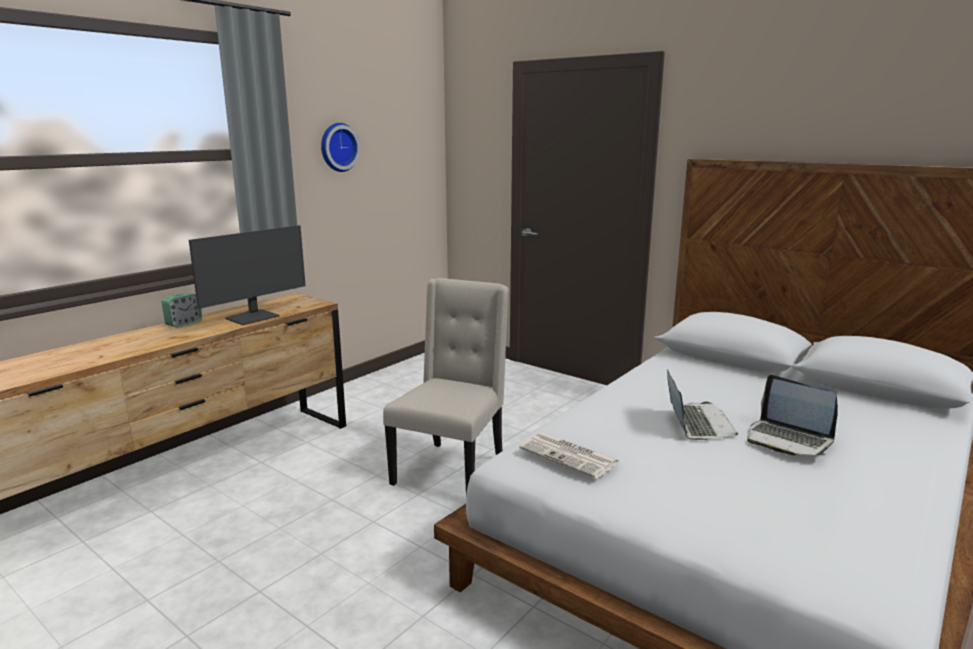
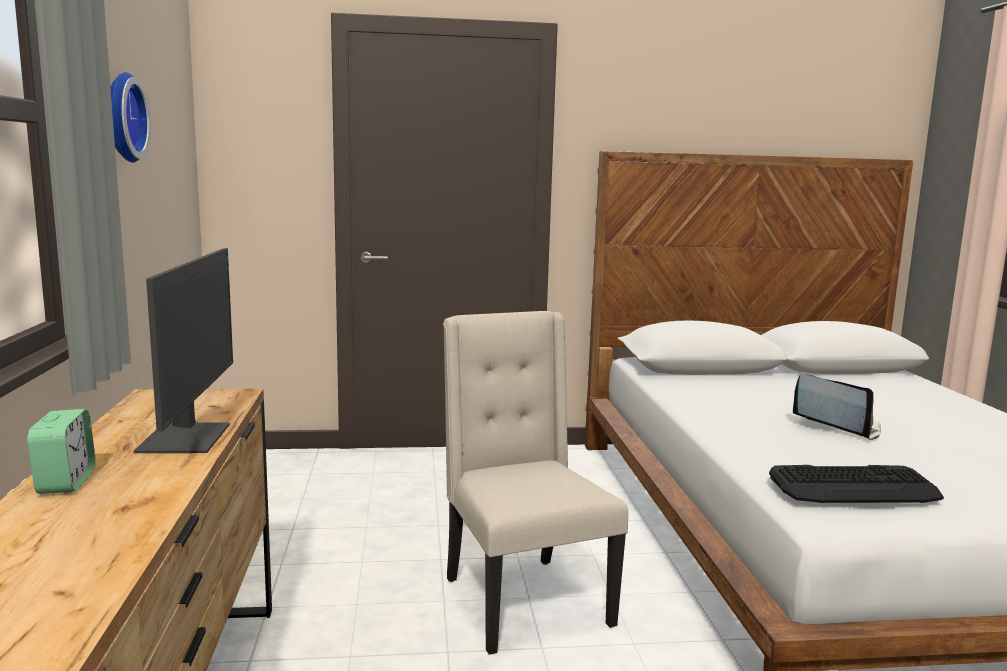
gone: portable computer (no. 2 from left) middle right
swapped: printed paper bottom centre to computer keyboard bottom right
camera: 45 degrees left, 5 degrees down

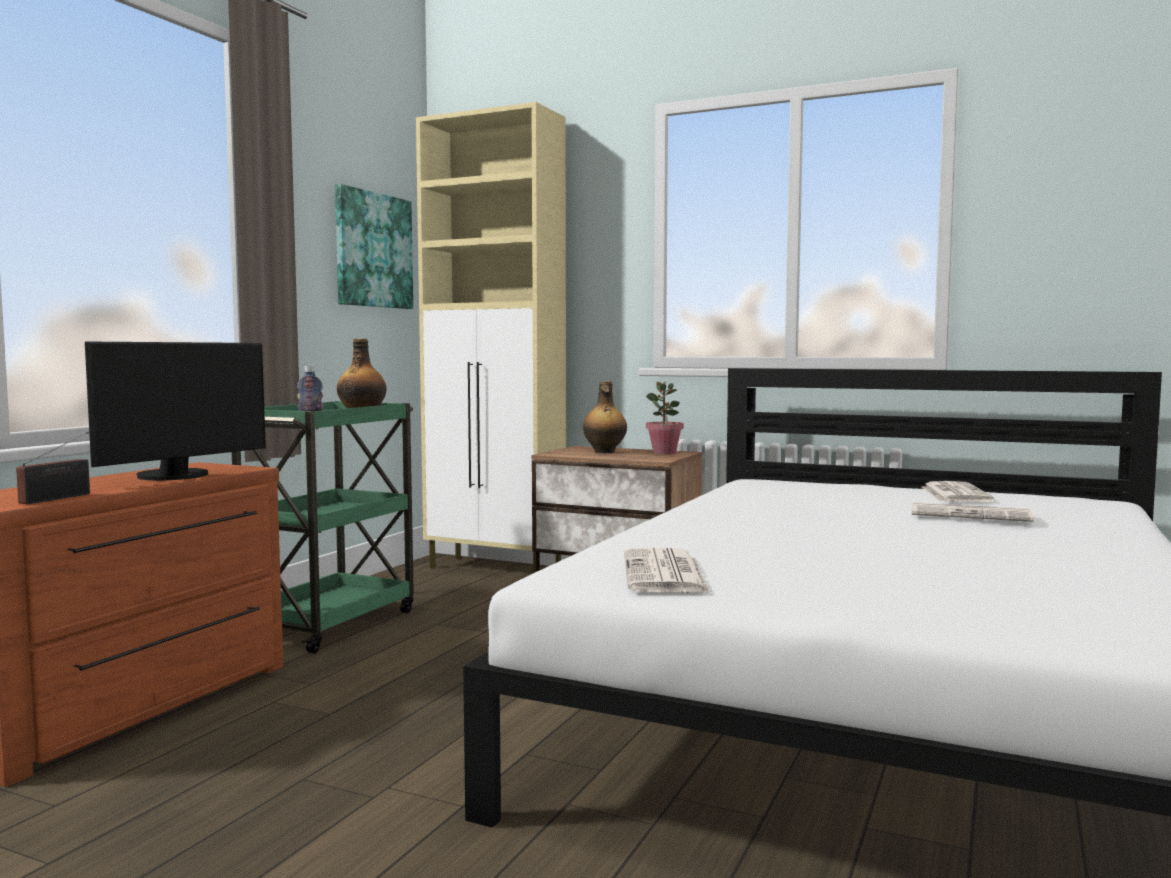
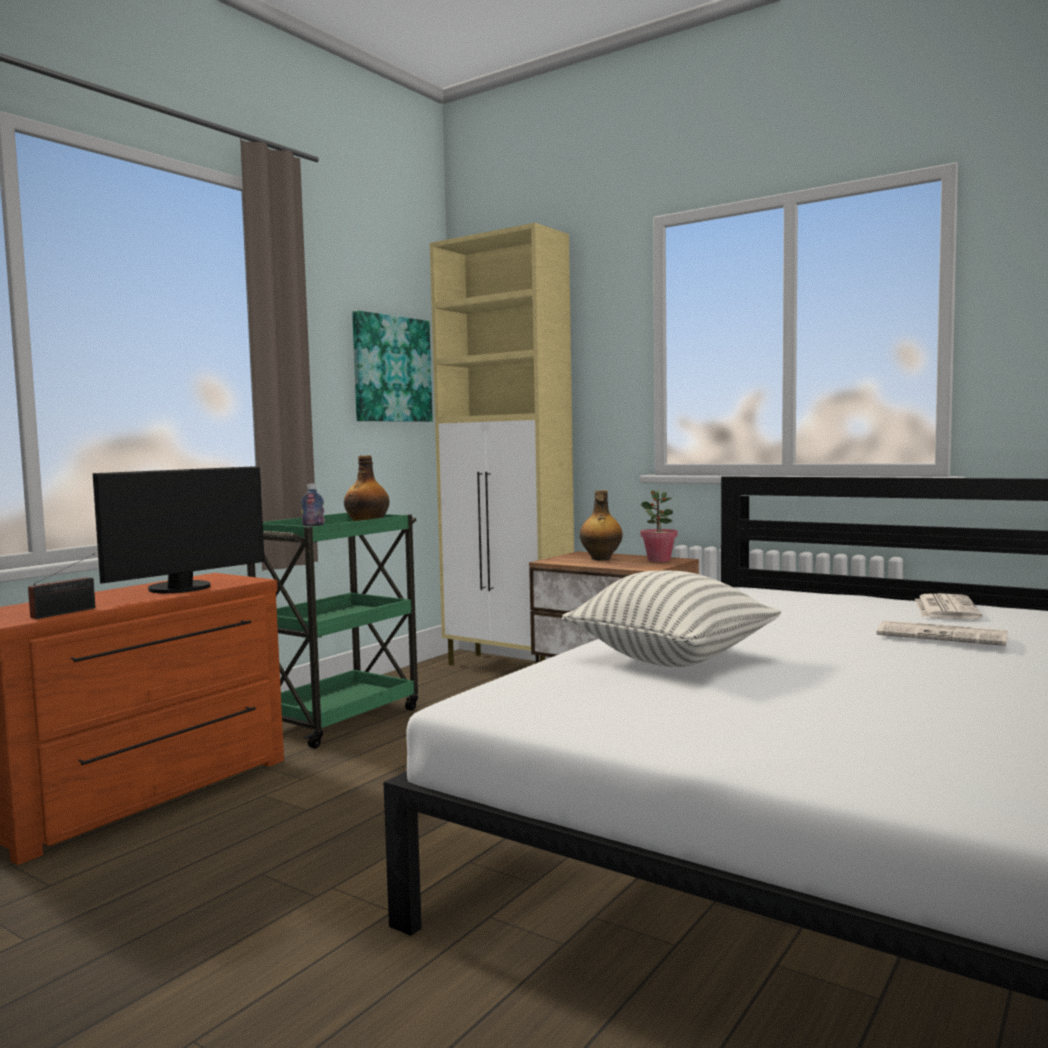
gone: printed paper (no. 1 from left) centre
new: cushion centre
camera: 10 degrees right, 0 degrees up

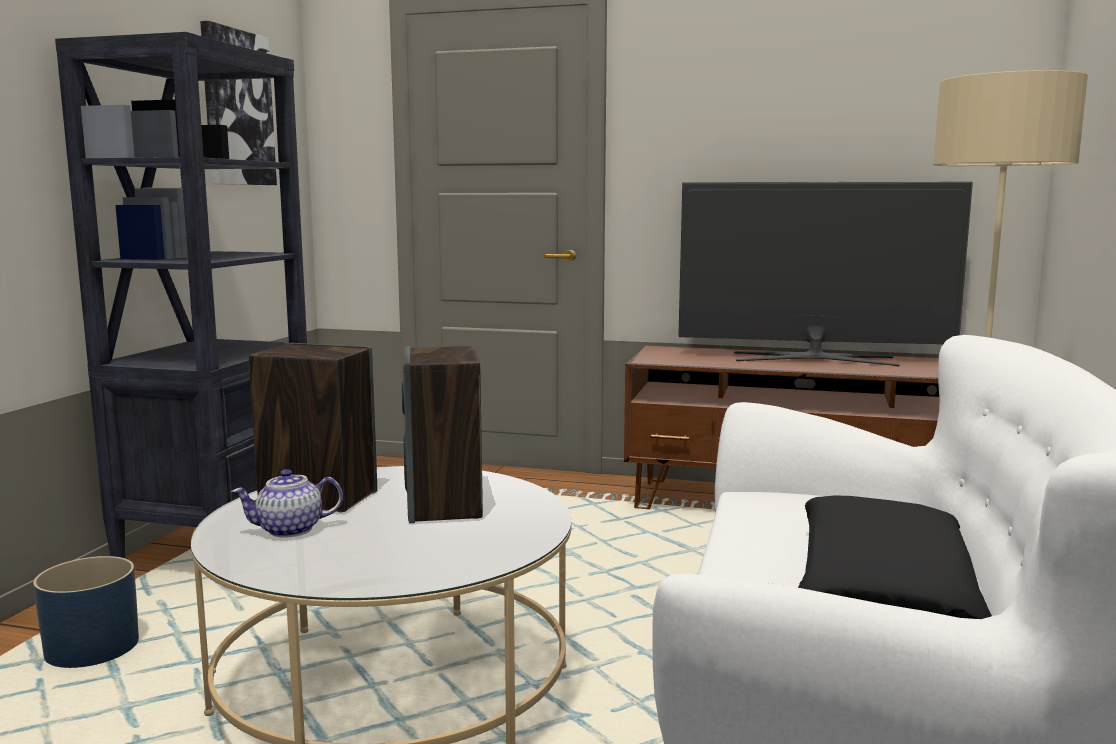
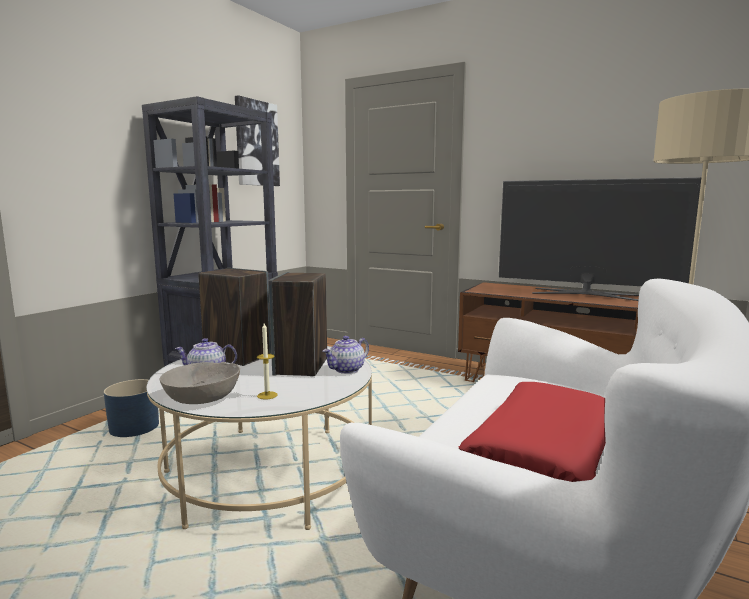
new: gray deep dish middle left; wax light centre; teapot (no. 2 from left) centre
repainted: blackish cushion bottom right to red cushion bottom right
camera: 15 degrees right, 0 degrees up

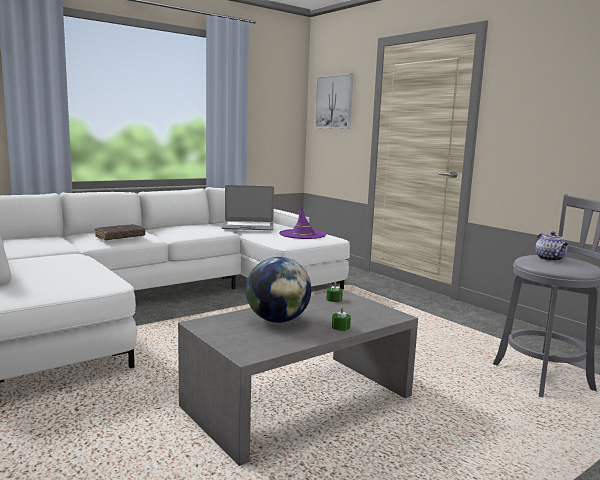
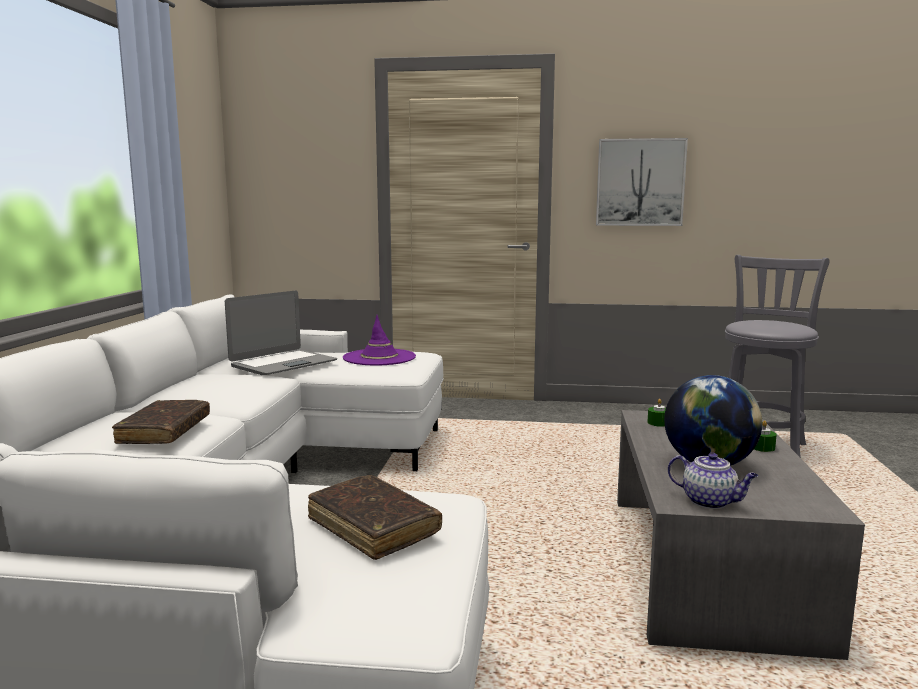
new: brown volume (no. 2 from left) bottom centre
shifted: wall picture top centre to top right; teapot middle right to bottom right
camera: 45 degrees left, 0 degrees up

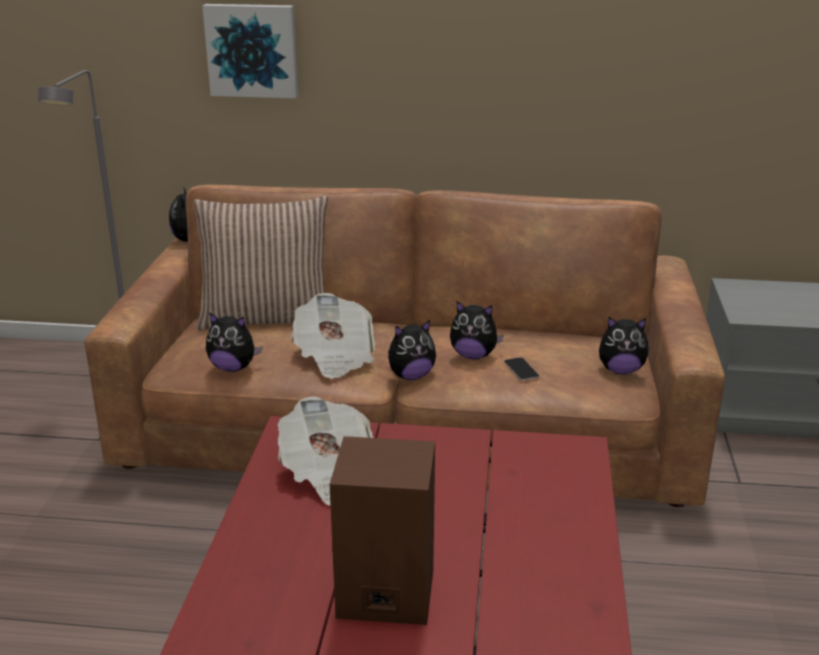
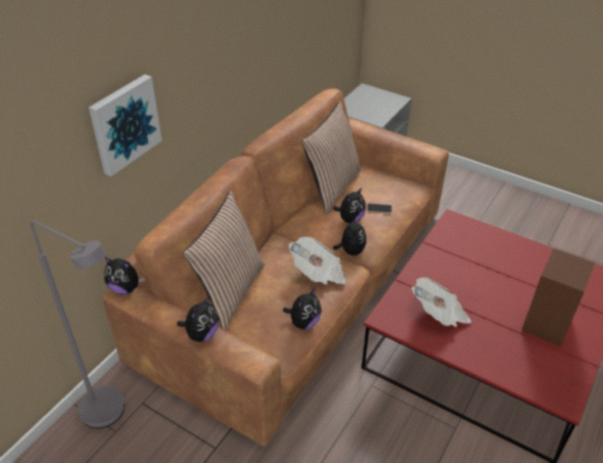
new: cushion (no. 2 from left) centre
shifted: plush toy (no. 5 from left in the first image) middle right to plush toy (no. 2 from left) bottom left
camera: 65 degrees left, 15 degrees up

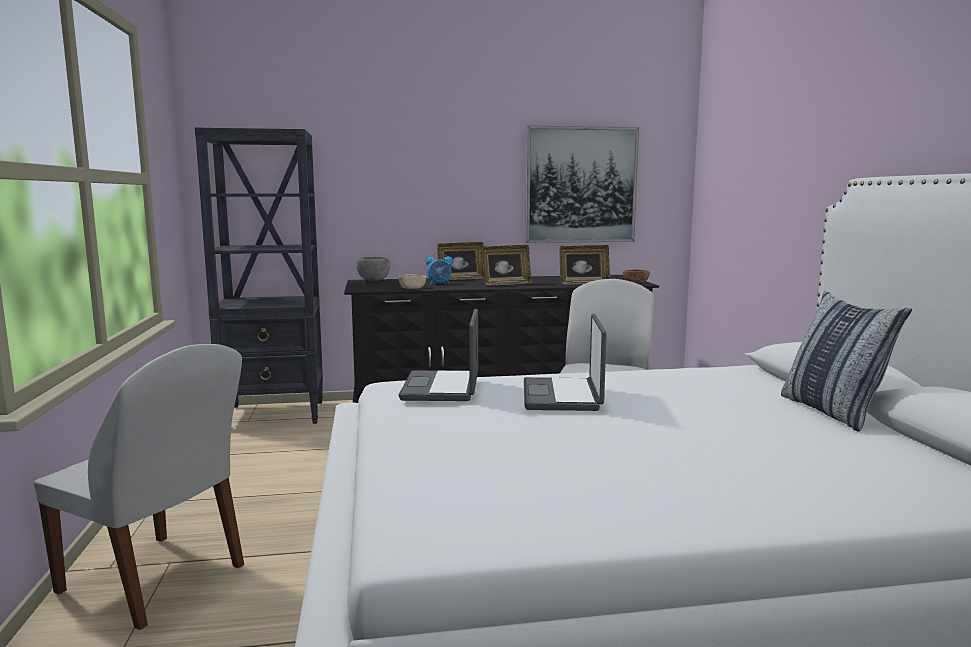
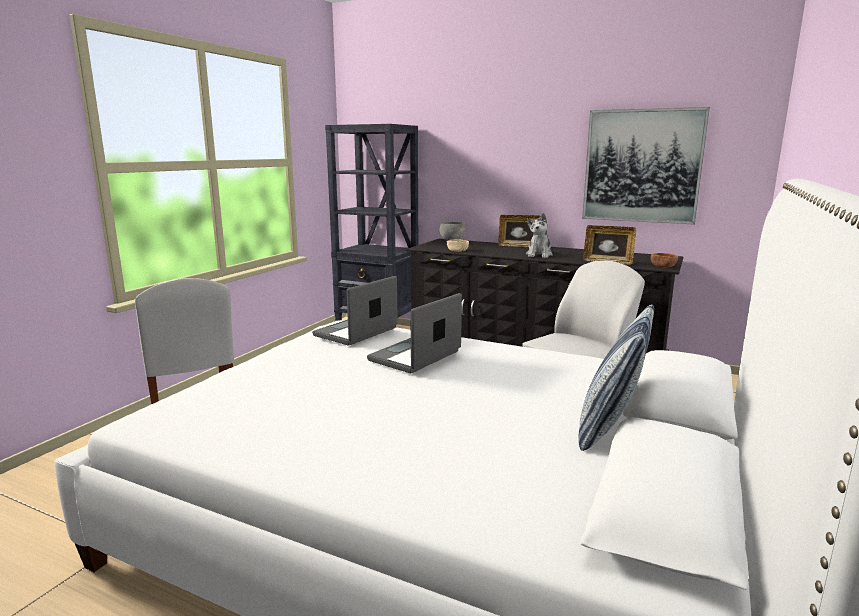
gone: alarm clock centre
swapped: standing frame (no. 2 from left) centre to plush toy centre
camera: 35 degrees right, 5 degrees up

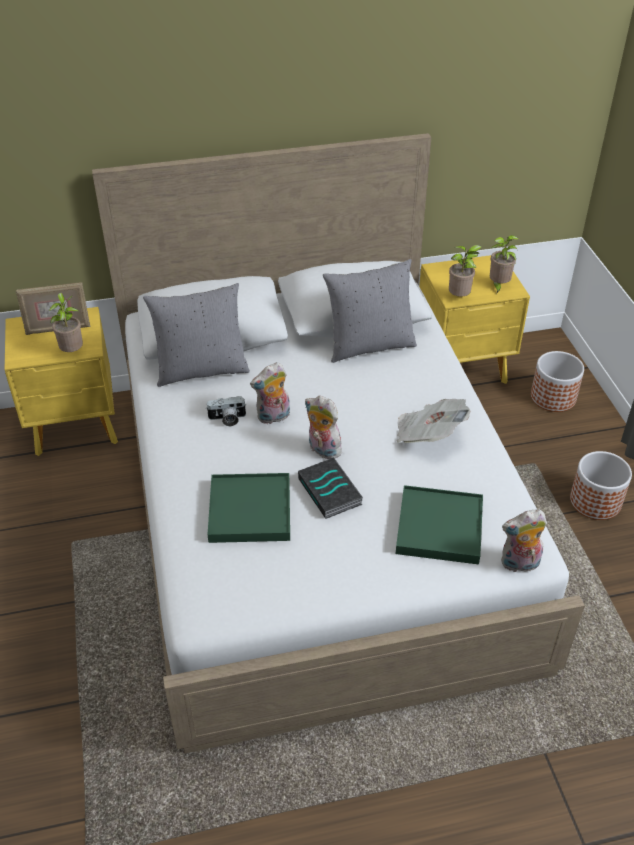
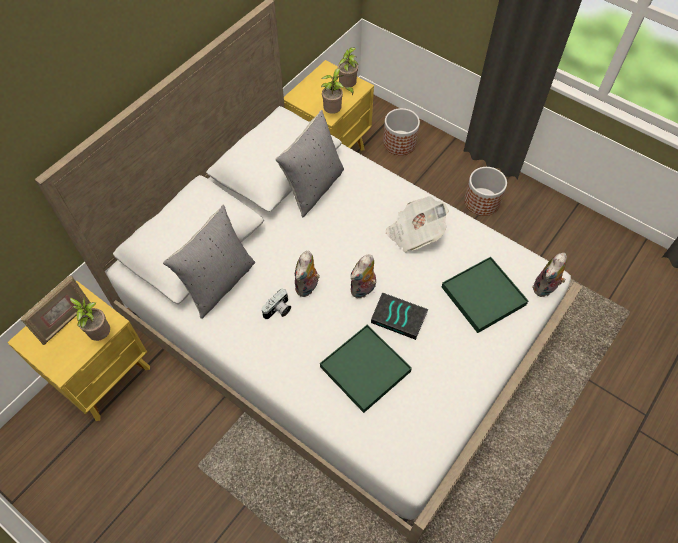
rotated: plush toy (no. 2 from left) centre = centre 45 degrees counterclockwise
camera: 40 degrees left, 15 degrees up

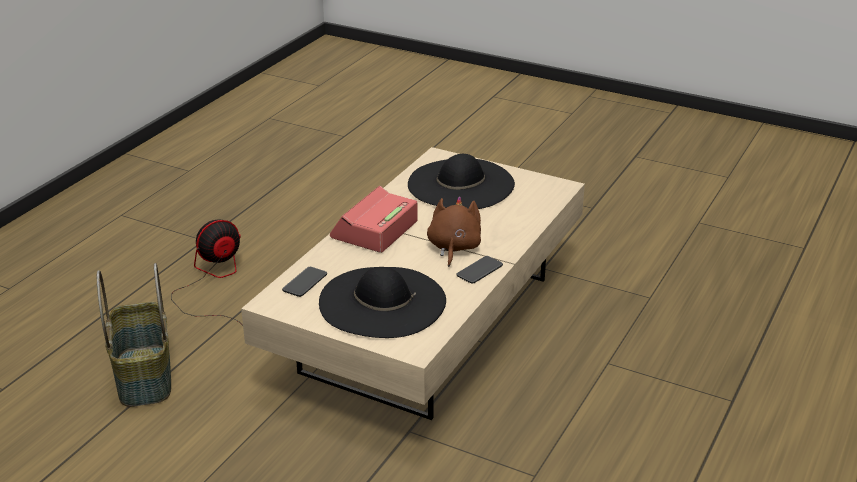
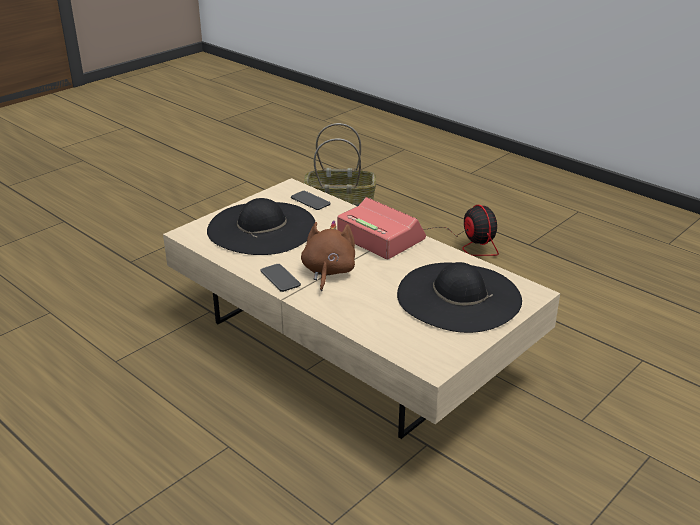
rotated: brown plush toy centre = centre 105 degrees counterclockwise
camera: 105 degrees right, 0 degrees up

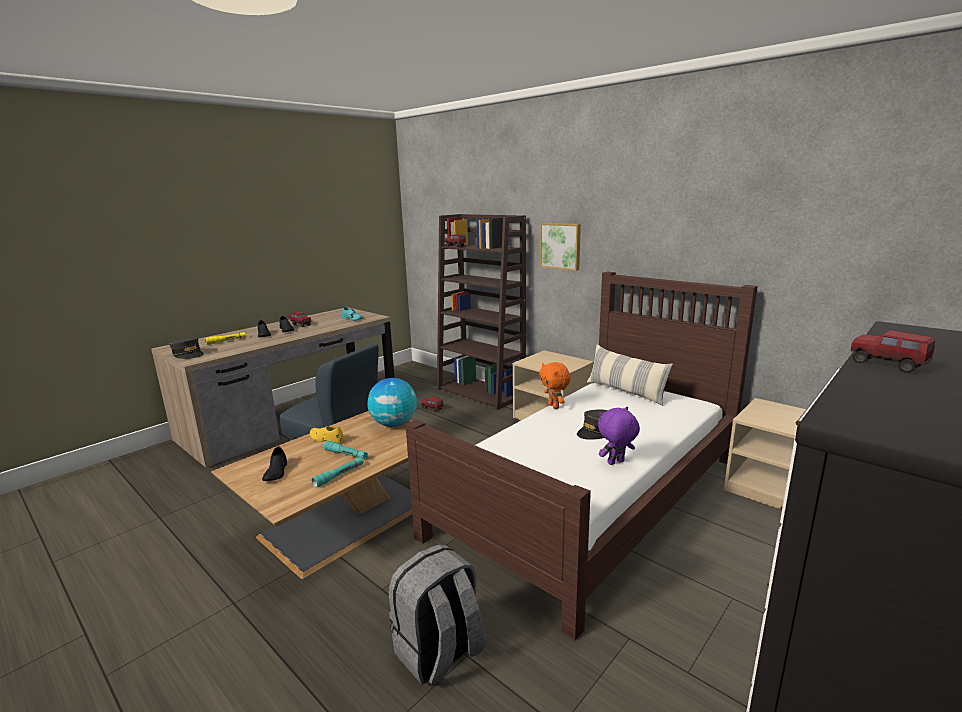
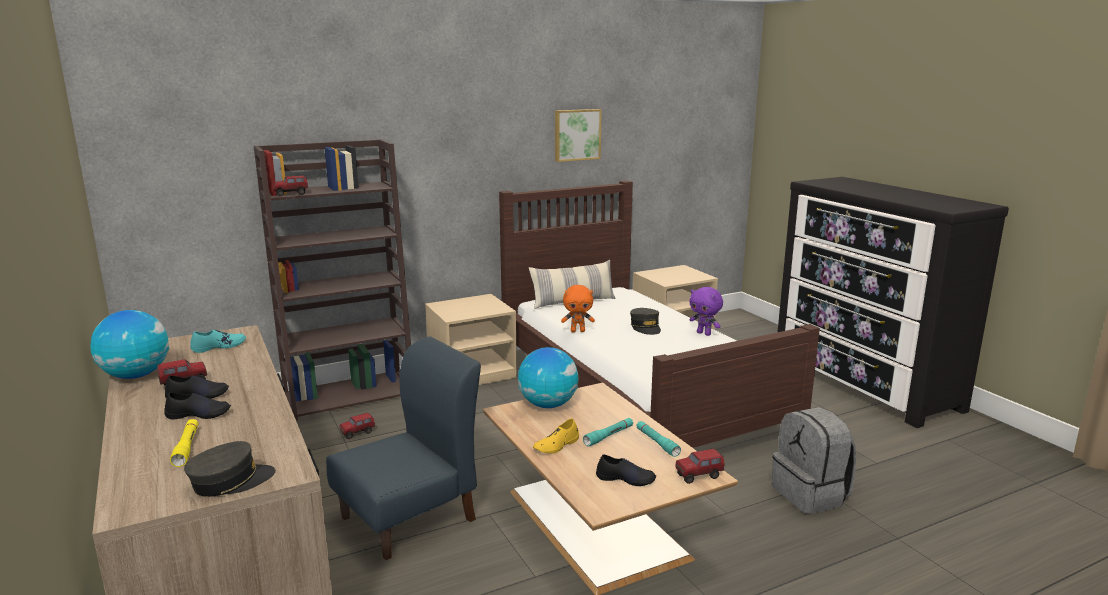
new: globe (no. 1 from left) middle left
shifted: wall picture centre to top centre; toy lorry (no. 4 from left) middle right to bottom centre
rotated: purple plush toy centre = centre 45 degrees counterclockwise
camera: 70 degrees left, 0 degrees up

